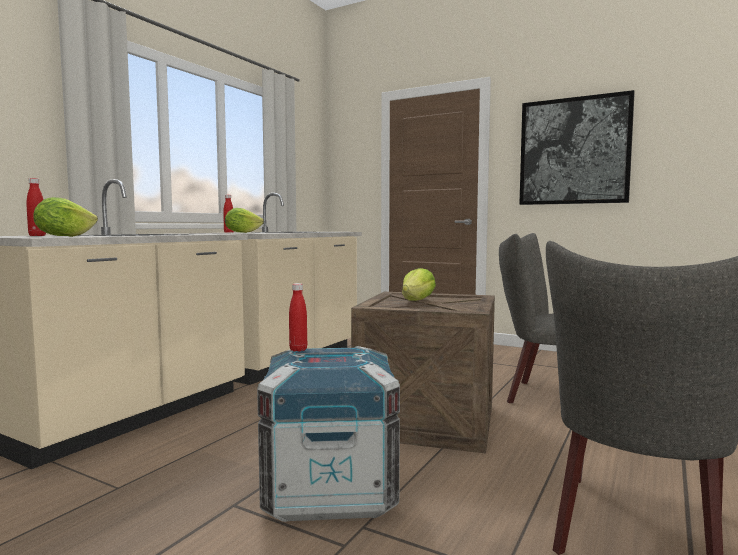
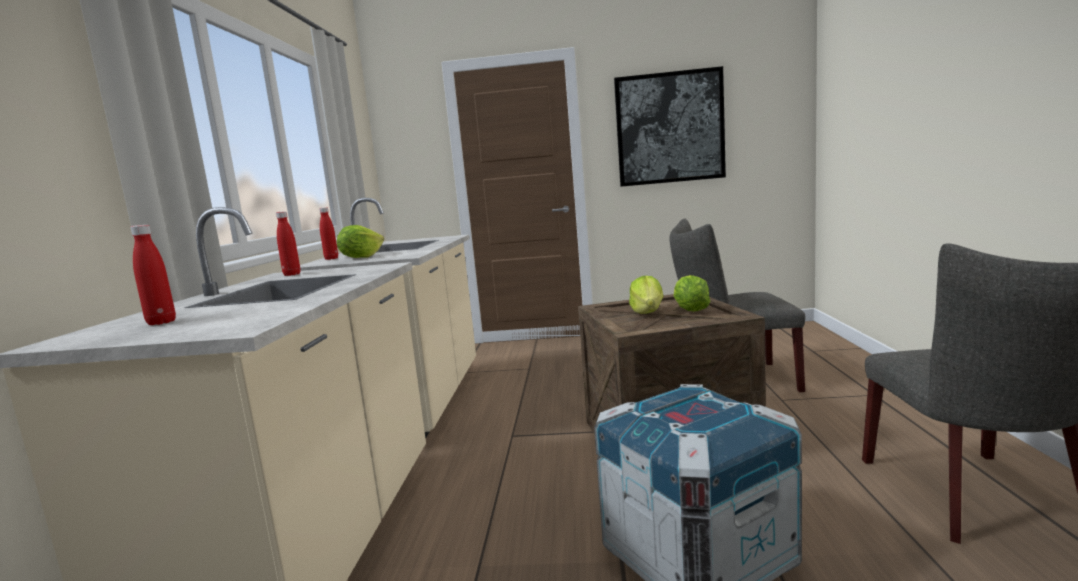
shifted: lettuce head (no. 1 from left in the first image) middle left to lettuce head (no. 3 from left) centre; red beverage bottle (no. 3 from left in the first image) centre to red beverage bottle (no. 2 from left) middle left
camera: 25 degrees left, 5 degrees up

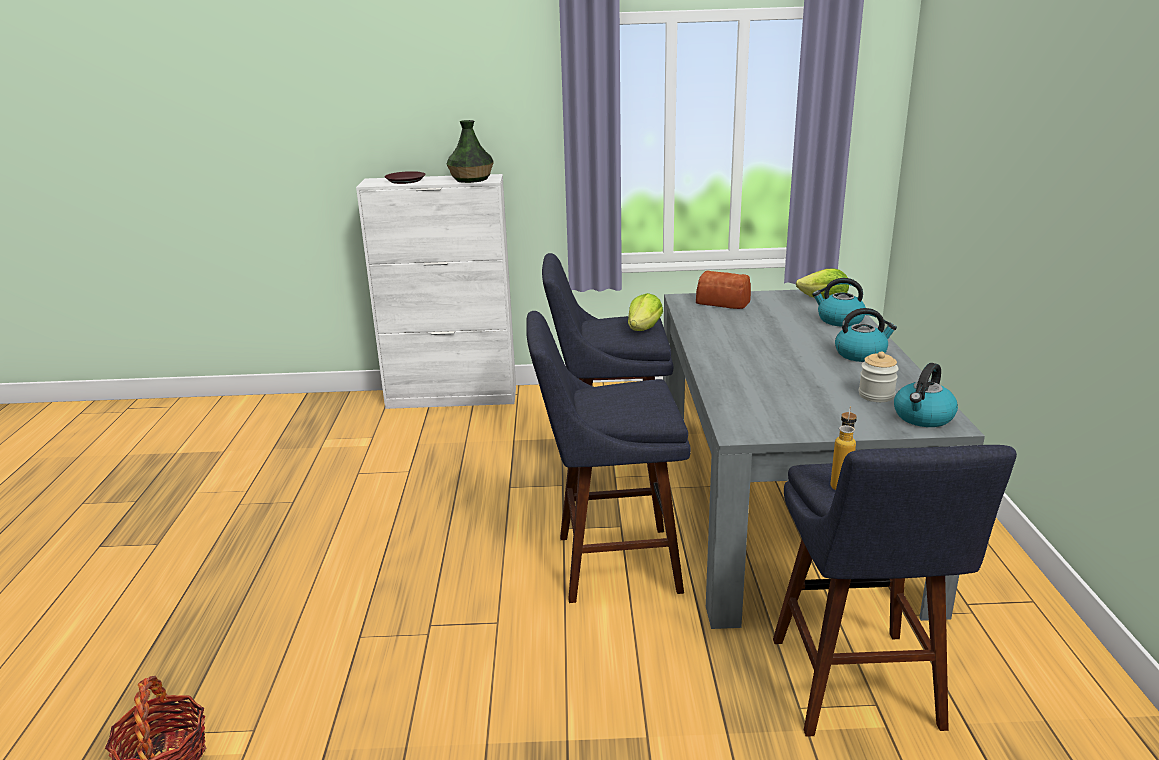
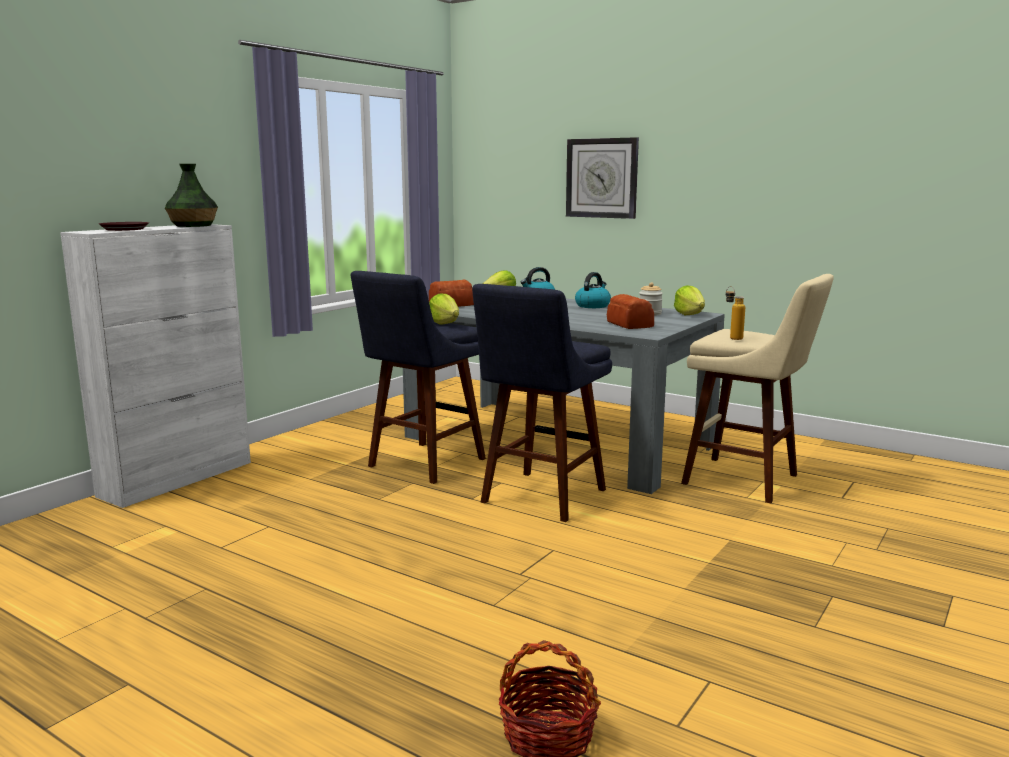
new: clock on the wall top centre; bakery bread (no. 2 from left) centre
swapped: tea kettle (no. 3 from left) middle right to lettuce head (no. 3 from left) middle right
repainted: bluish stool seat (no. 3 from left) bottom right to beige-coloured stool seat middle right
camera: 55 degrees left, 10 degrees down

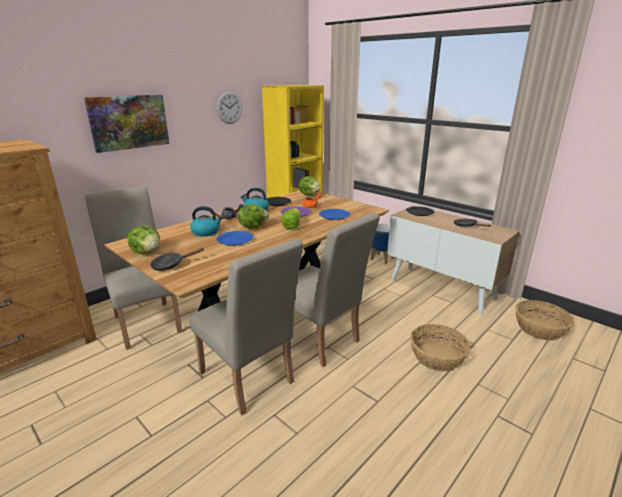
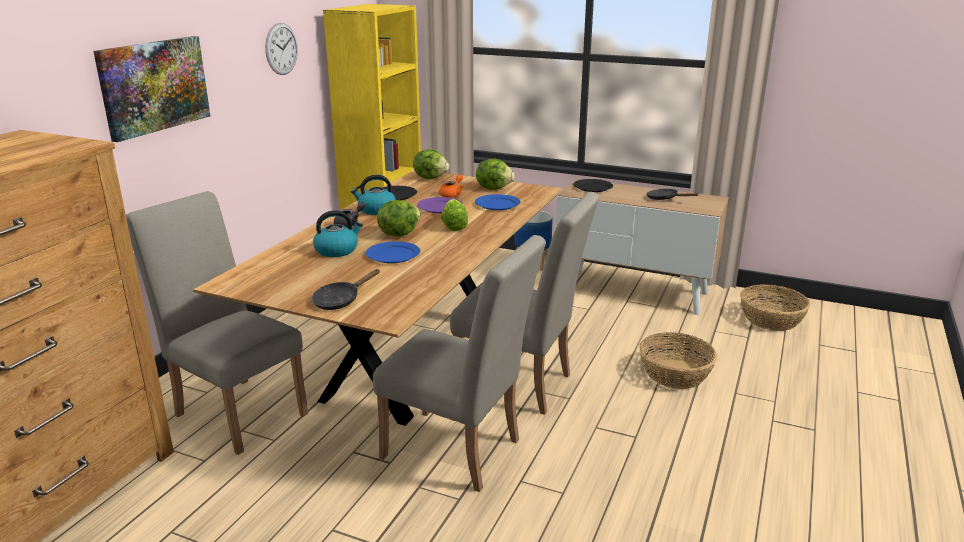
shifted: lettuce head (no. 1 from left in the first image) middle left to lettuce head (no. 4 from left) top centre
camera: 20 degrees left, 0 degrees up

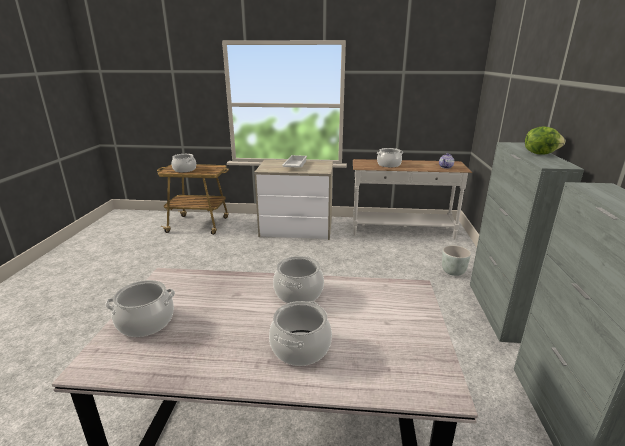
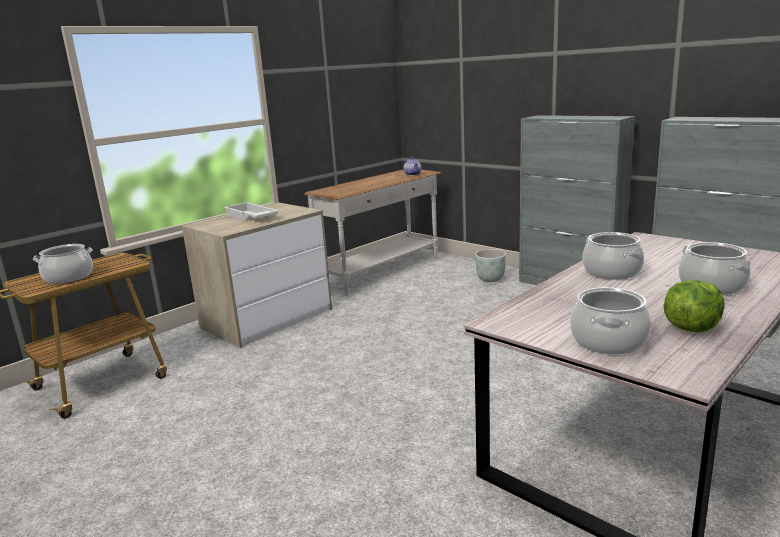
gone: stockpot (no. 5 from left) centre
shifted: lettuce head top right to middle right
camera: 50 degrees left, 5 degrees down

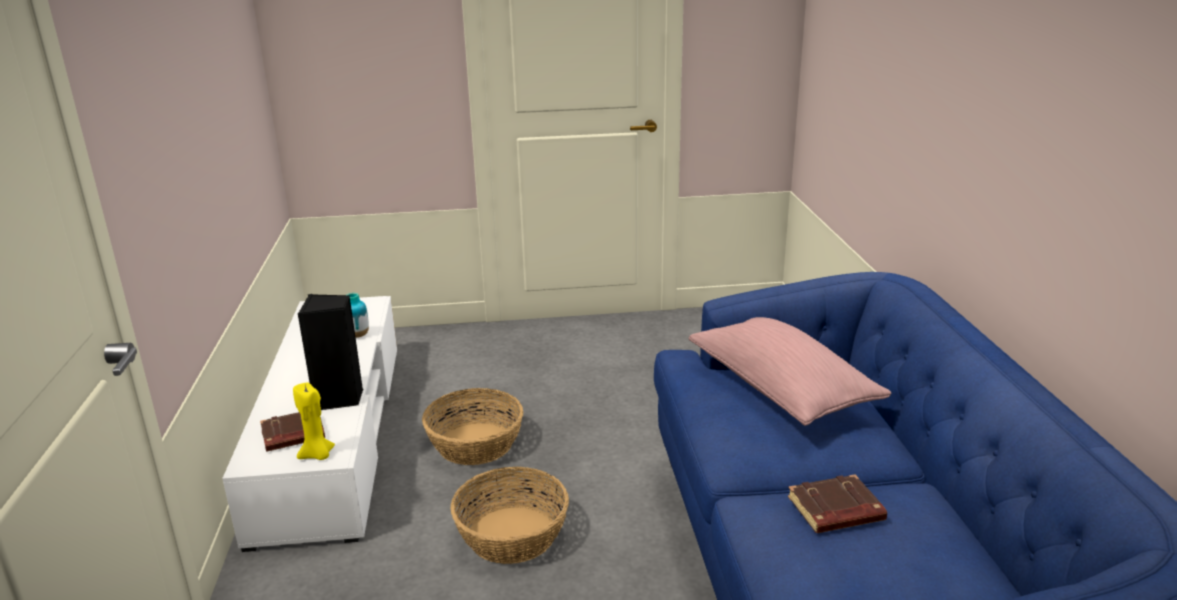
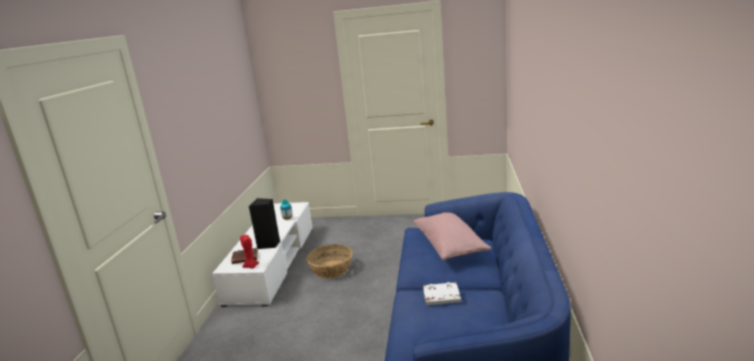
gone: basket (no. 2 from left) bottom centre
repainted: yellowish wax light bottom left to red wax light bottom left; brown volume (no. 2 from left) bottom right to white volume bottom centre
camera: 15 degrees right, 5 degrees down

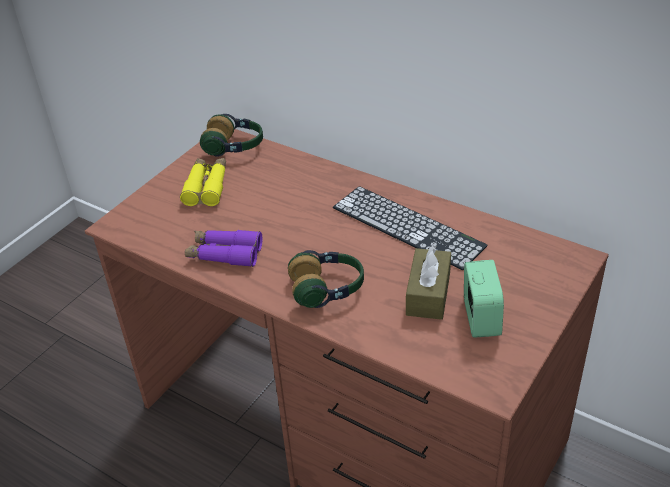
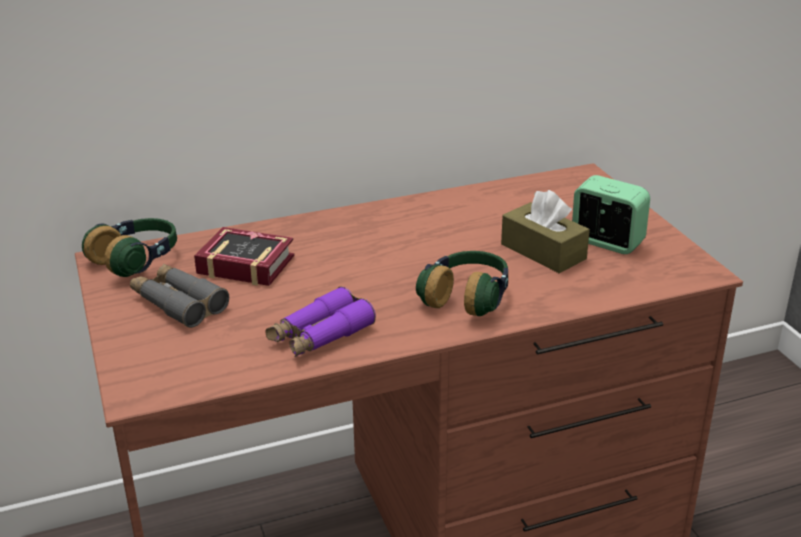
gone: computer keyboard centre
new: volume middle left
repainted: yellowish field glasses middle left to gray field glasses middle left
camera: 55 degrees left, 10 degrees down

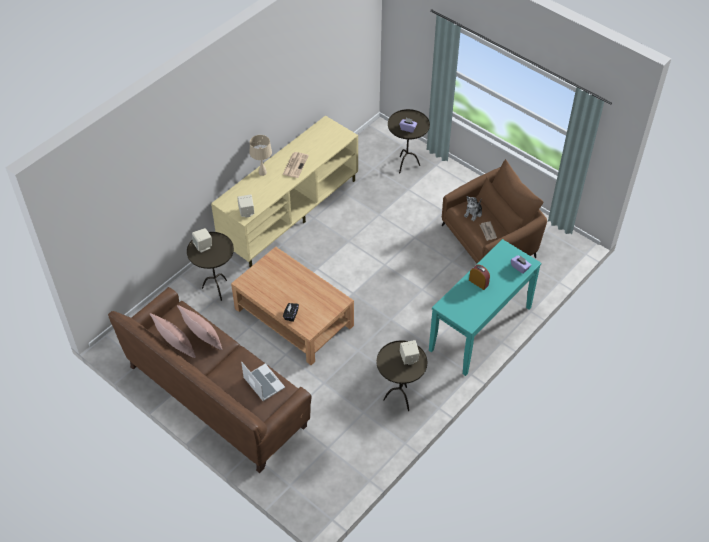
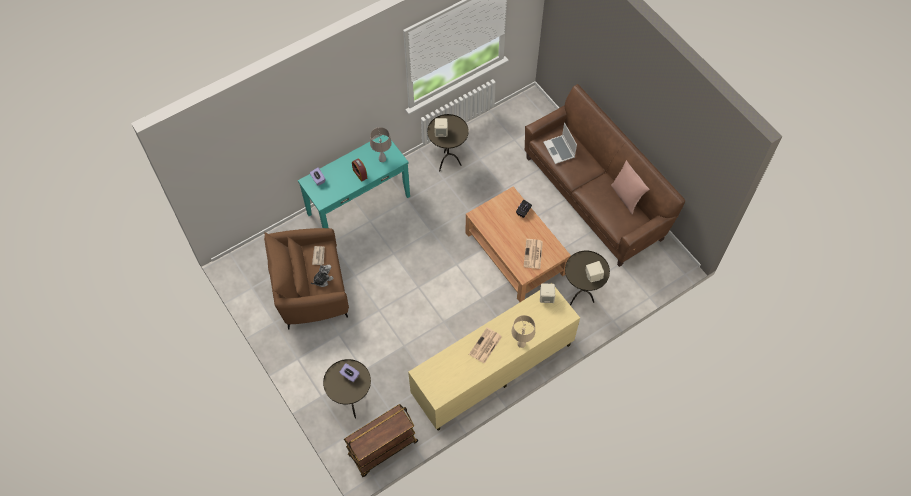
gone: pink cushion (no. 2 from left) middle left
new: brown wheeled cart bottom centre; beige-coloured lamp for a table (no. 1 from left) top centre; printed paper (no. 3 from left) centre
camera: 165 degrees left, 10 degrees up

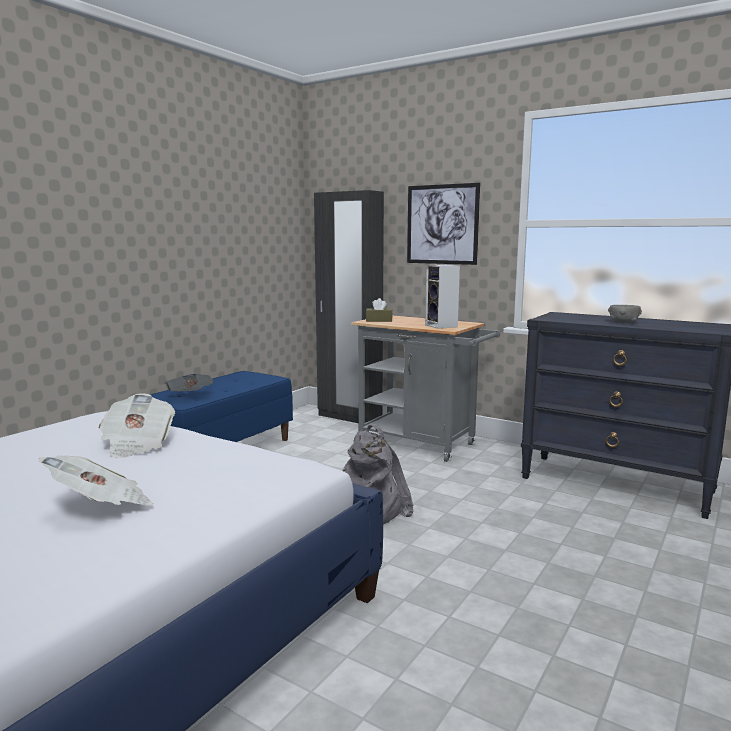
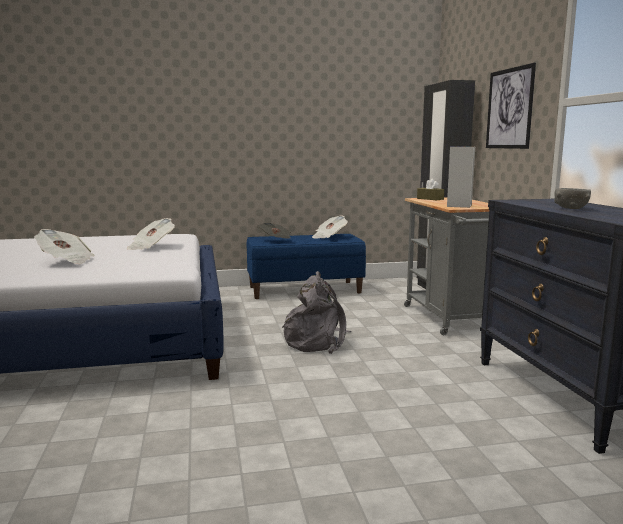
new: printed paper (no. 4 from left) centre
camera: 45 degrees right, 0 degrees up

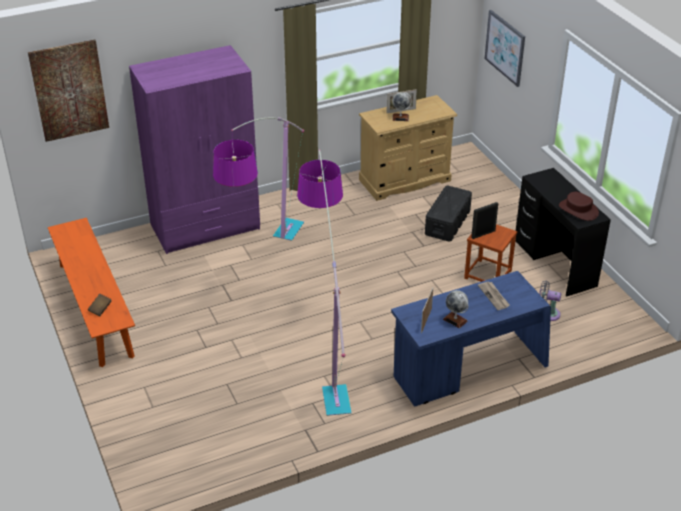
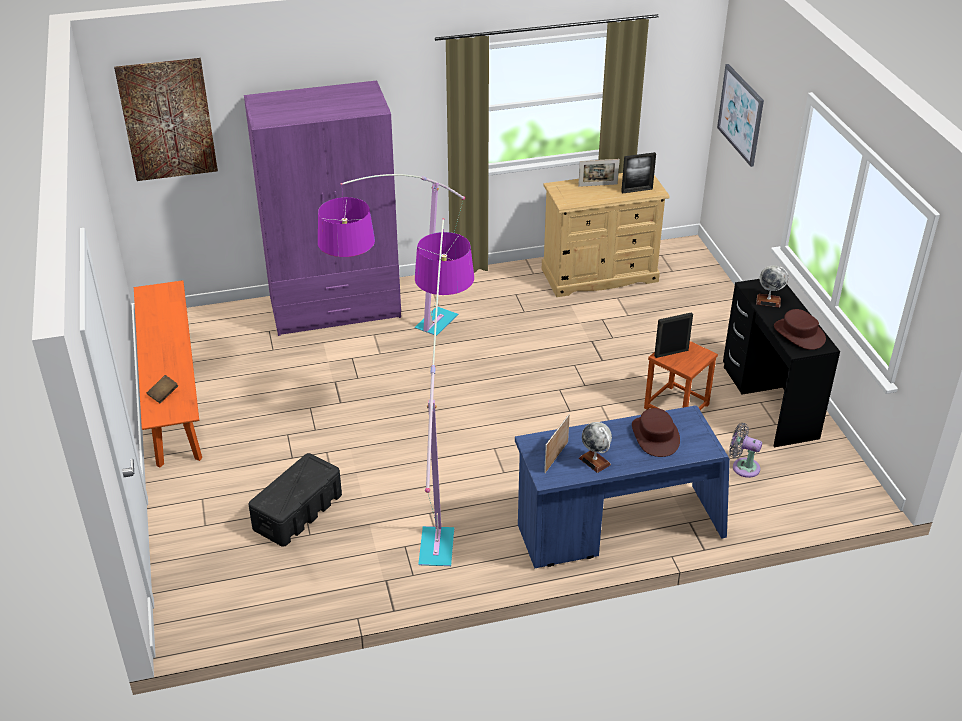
new: standing frame (no. 3 from left) top centre
shifted: globe (no. 1 from left in the first image) top centre to globe (no. 2 from left) middle right; blackish storage box centre to bottom left
swapped: printed paper middle right to brown wearable hat (no. 1 from left) middle right
camera: 10 degrees right, 0 degrees up

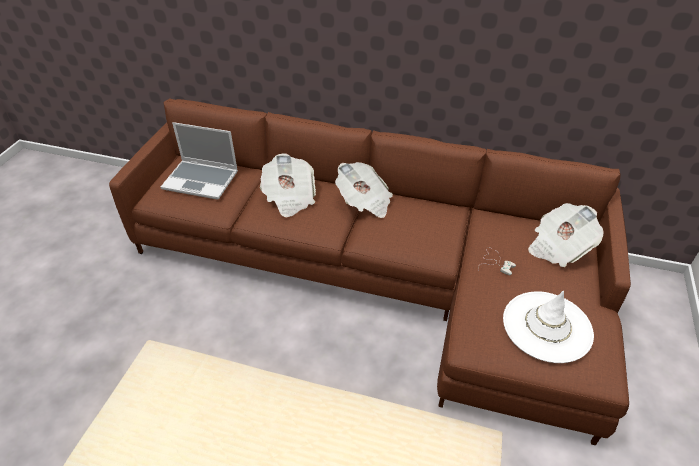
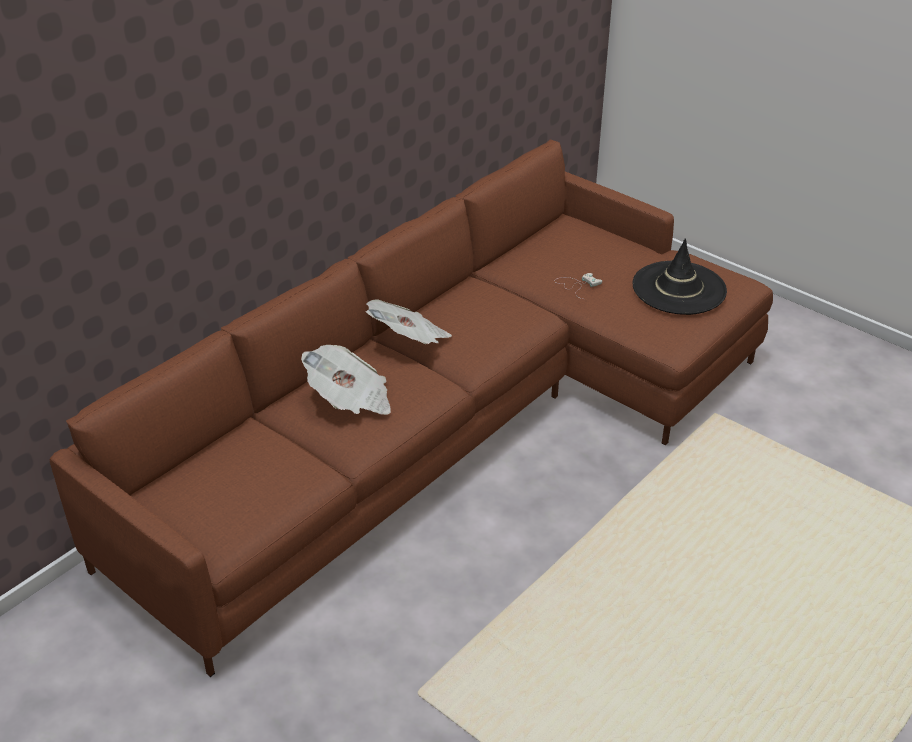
gone: portable computer middle left; printed paper (no. 3 from left) middle right
repainted: white wearable hat bottom right to blackish wearable hat middle right
camera: 65 degrees left, 5 degrees down

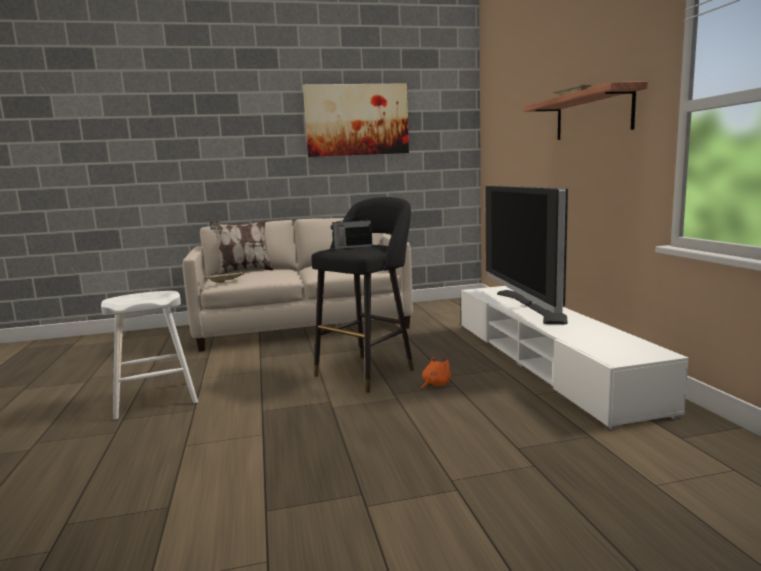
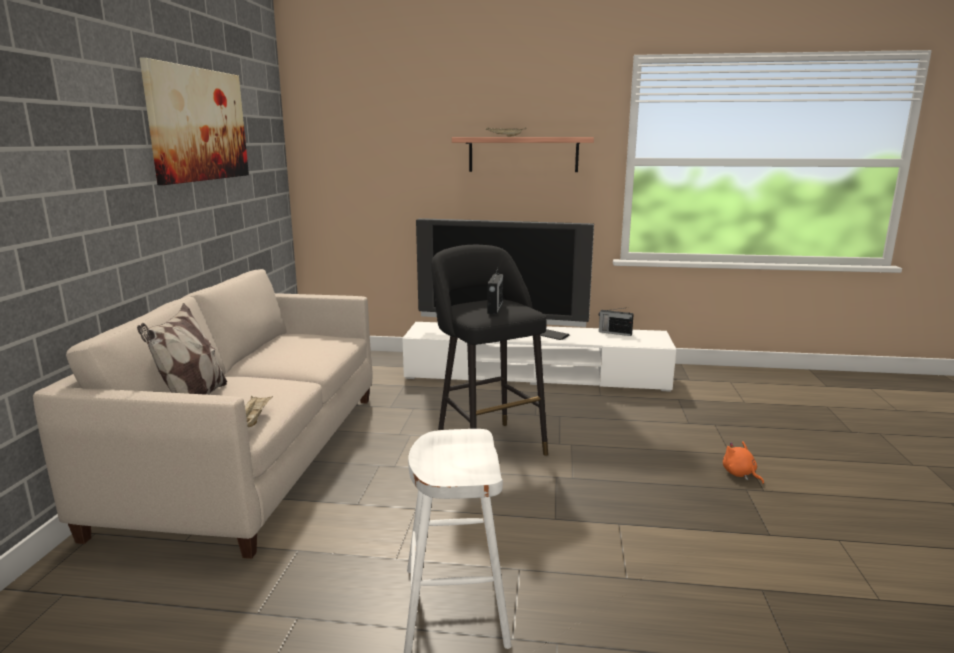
new: radio (no. 2 from left) centre
shifted: orange plush toy centre to bottom right
camera: 70 degrees left, 5 degrees up

